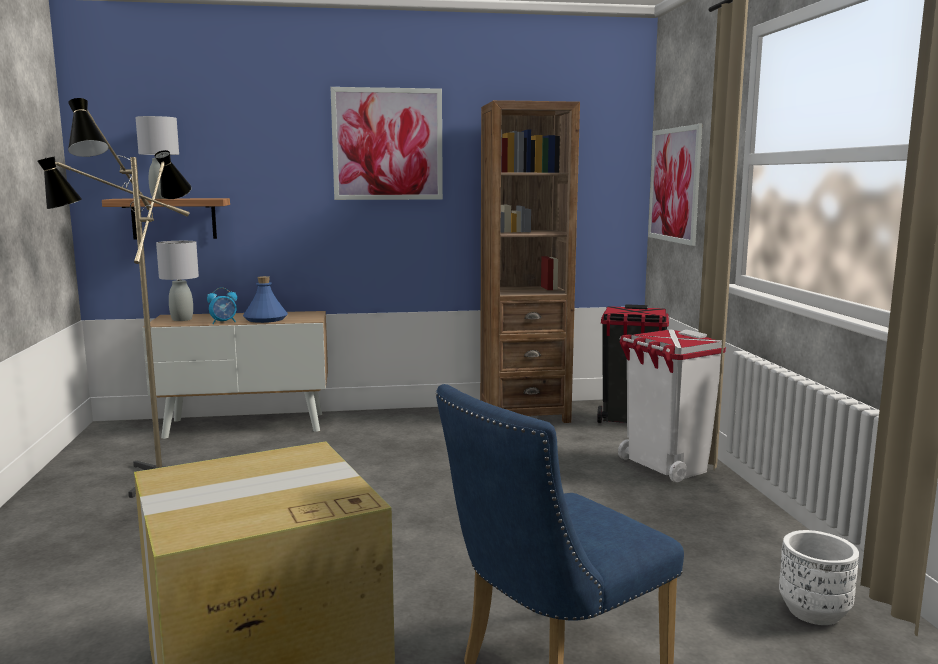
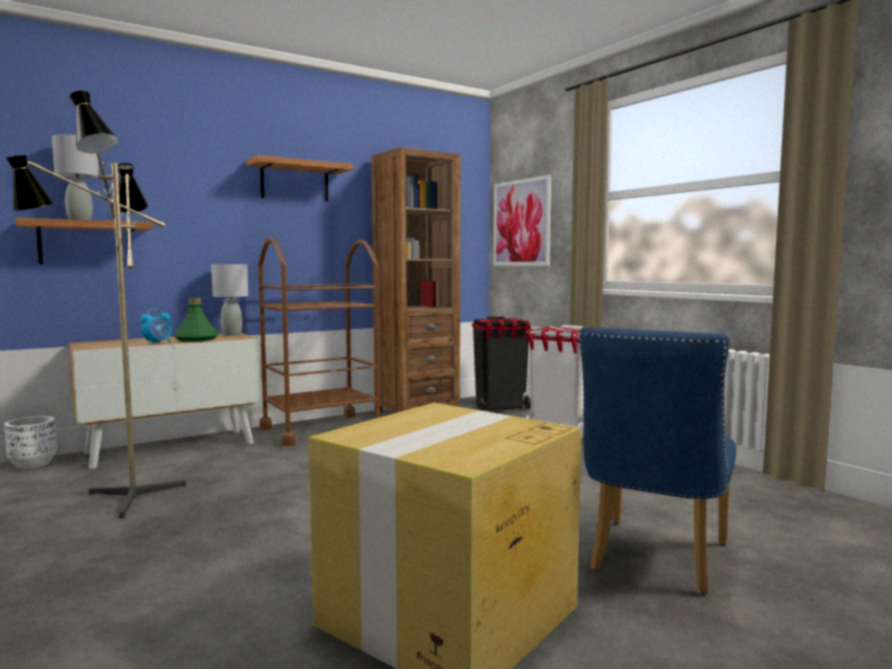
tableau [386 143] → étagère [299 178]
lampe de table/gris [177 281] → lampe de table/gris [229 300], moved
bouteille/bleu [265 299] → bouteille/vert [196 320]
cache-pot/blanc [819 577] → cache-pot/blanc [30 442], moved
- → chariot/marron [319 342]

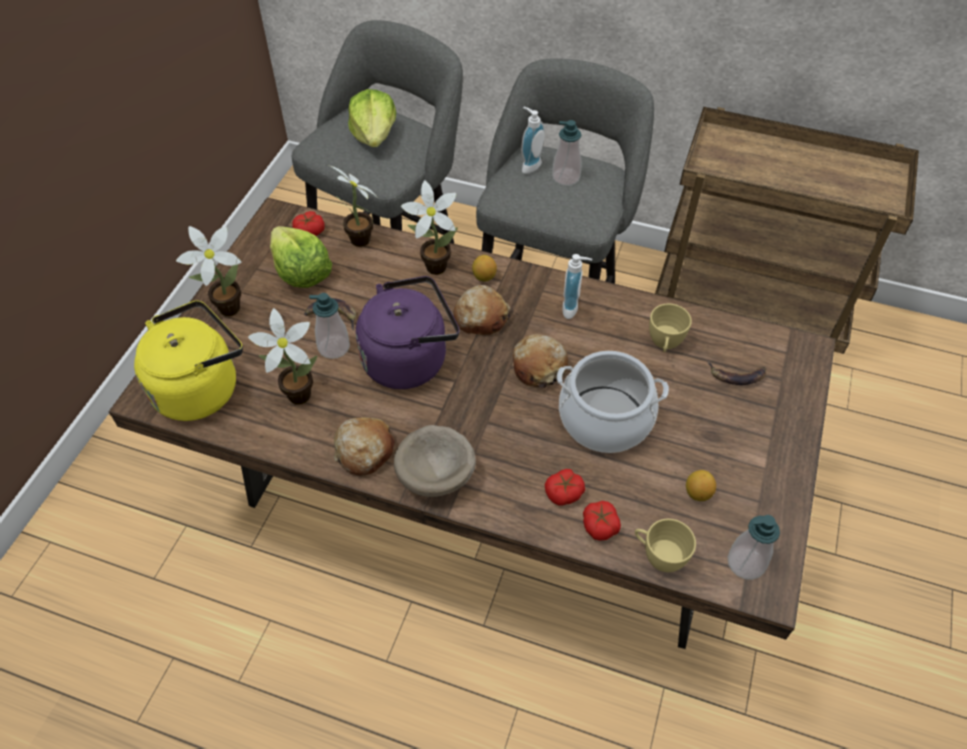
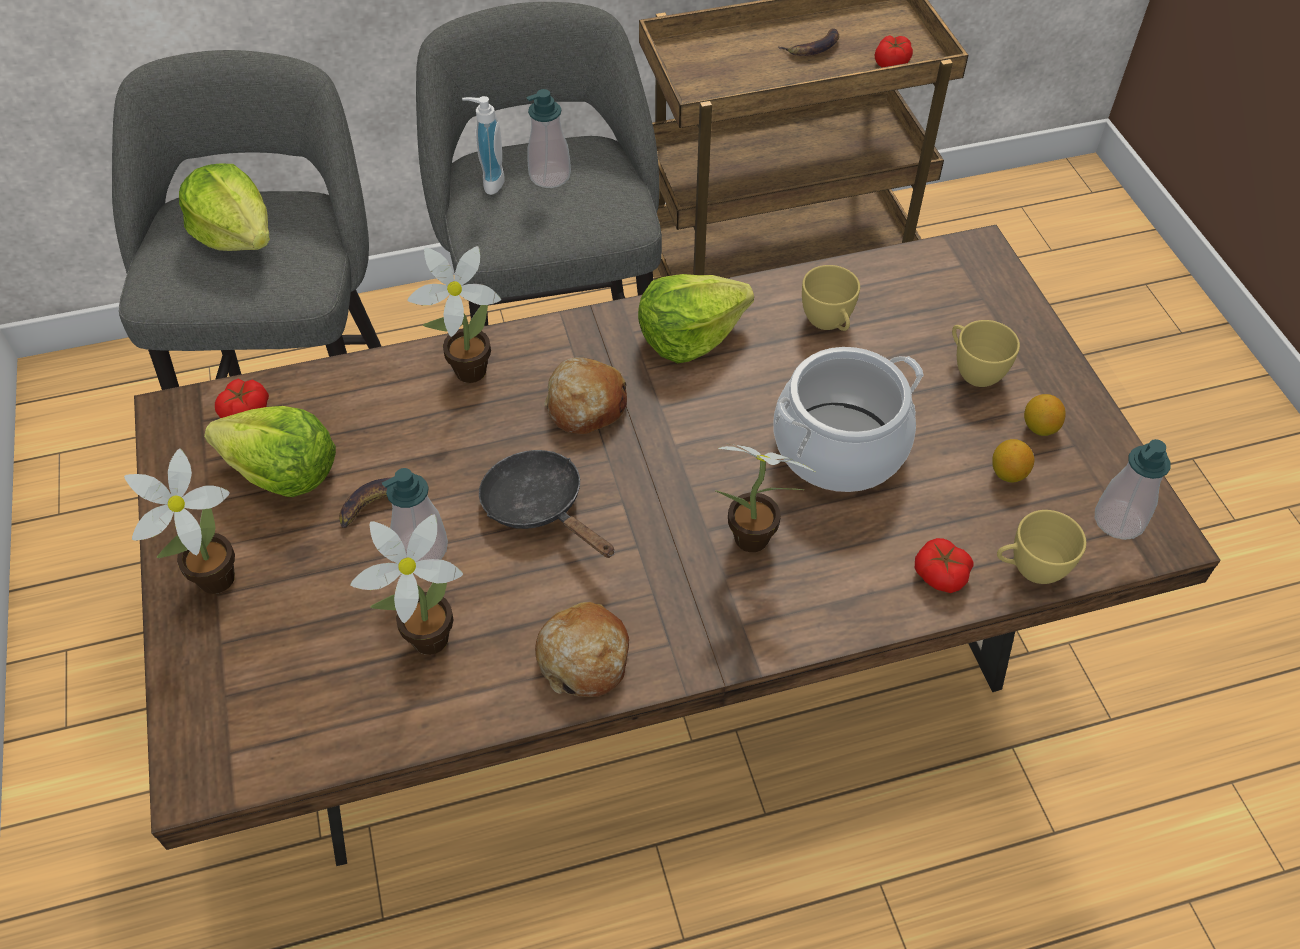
plante en pot [353 206] → plante en pot [766 498], moved
distributeur de savon [577 286] → laitue [696 318]
citron [484 268] → citron [1045 415], moved
bouilloire/violet [408 332] → poêle/noir [547 504]
bouilloire/jaune [188 360] → -
pain [540 361] → -
banane [737 373] → banane [809 42], moved
bol/beige [435 461] → -
tomate [565 487] → tomate [894 51], moved
- → tasse/jaune [986 353]

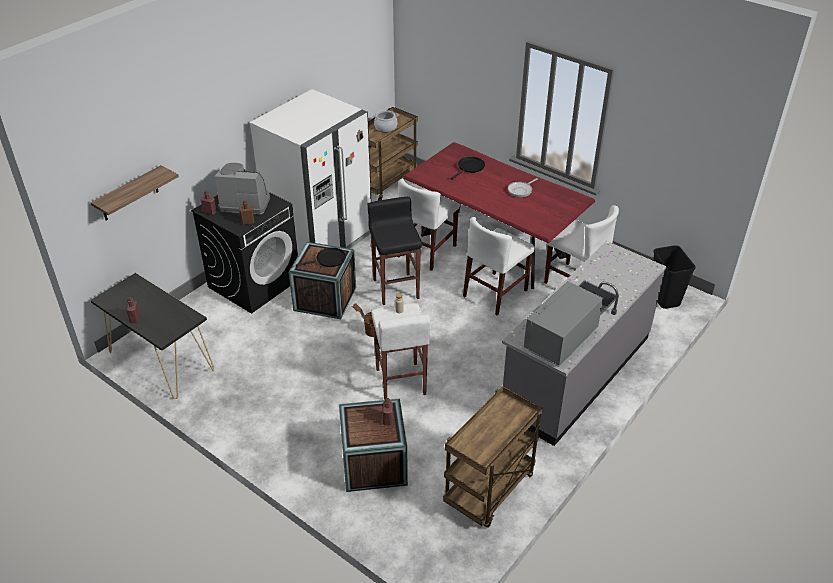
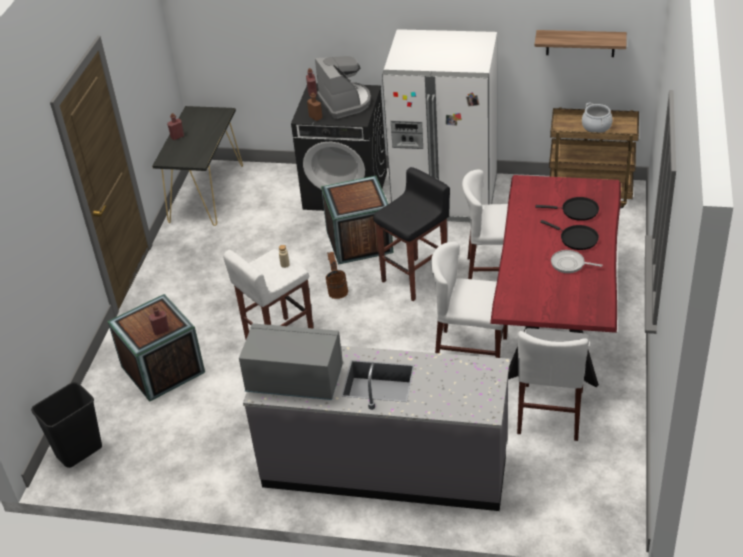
étagère [135 193] → étagère [580 43], moved
poubelle/noir [674 277] → poubelle/noir [66 425], moved
poêle/noir [321 257] → poêle/noir [569 235], moved
chariot/marron [493 457] → -

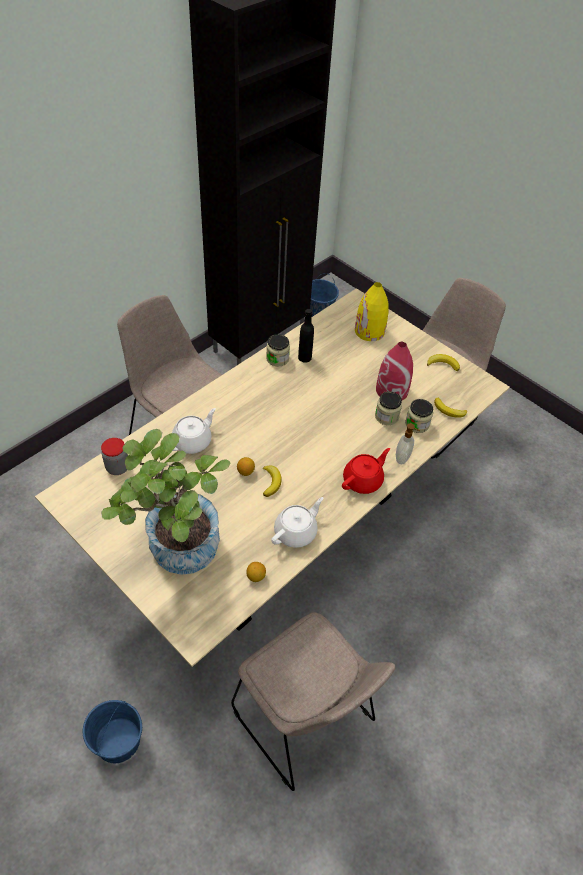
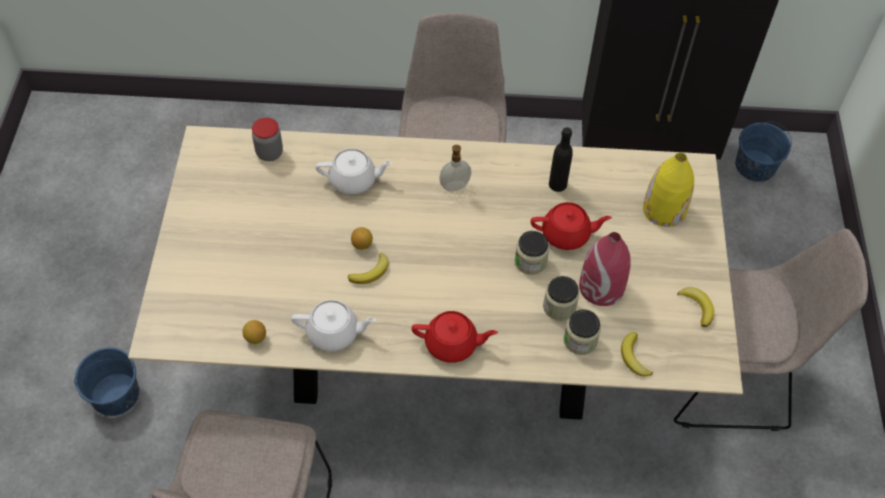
bocal [278 350] → bocal [532 253], moved
distributeur de savon [408 443] → distributeur de savon [455 168], moved
plante en pot [165 502] → -
- → théière/rouge [571 226]

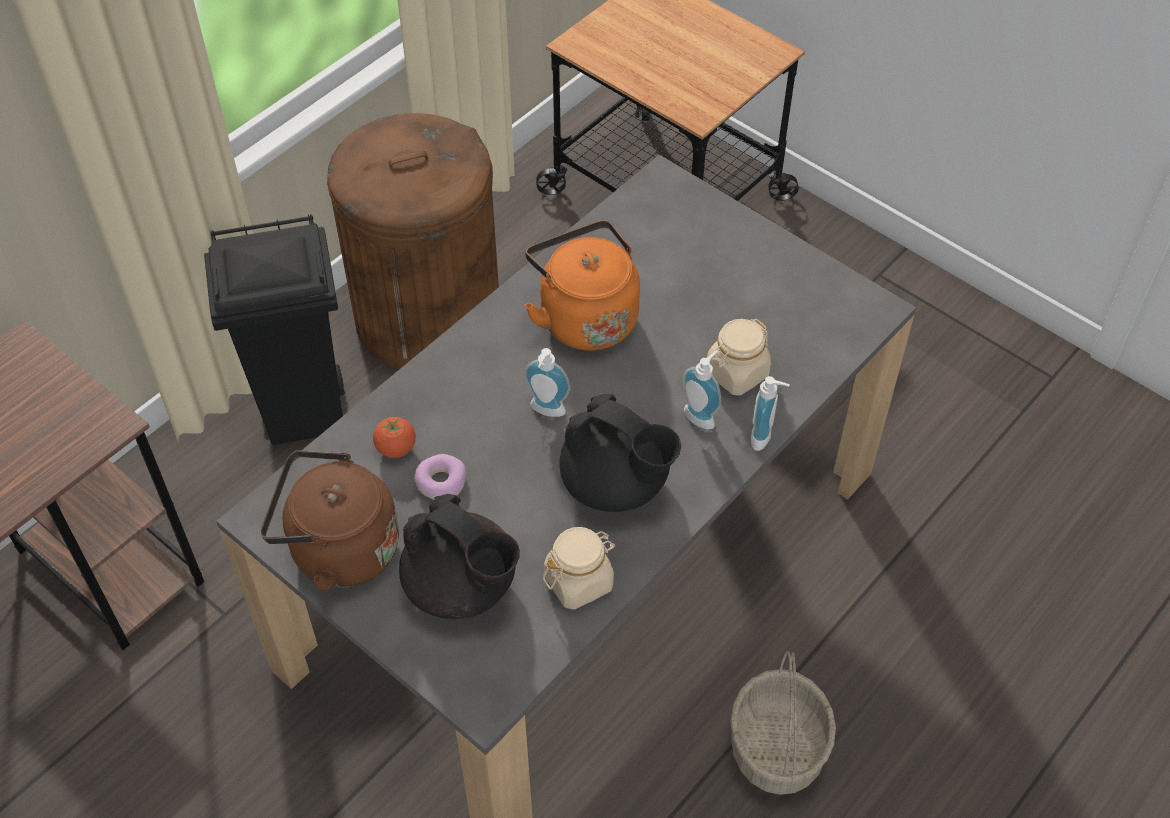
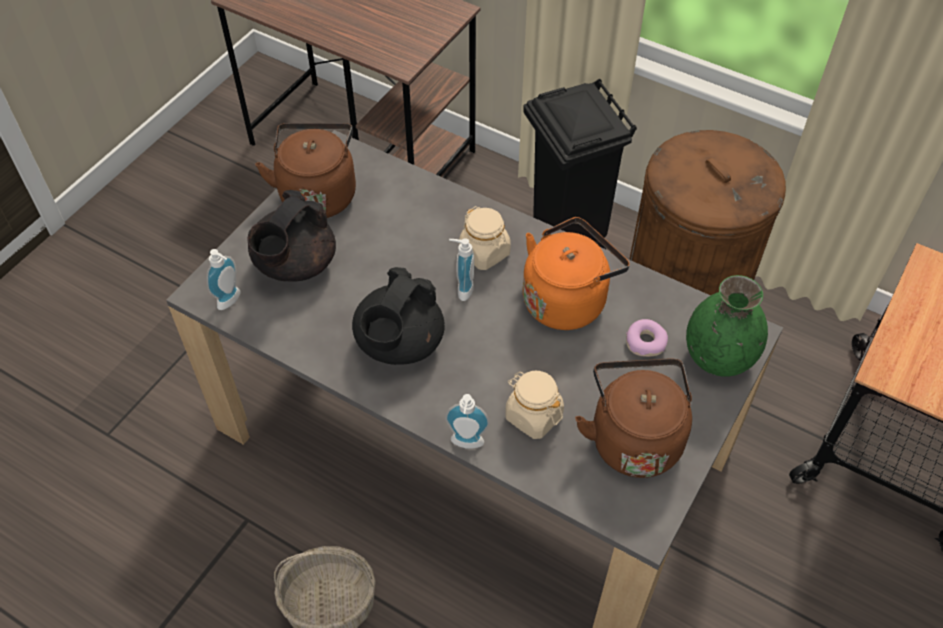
distributeur de savon [702 389] → distributeur de savon [223 279], moved
tomate [394 437] → -
beignet [440 477] → beignet [647 338], moved
bocal/beige [579 568] → bocal/beige [485 238], moved
- → vase/vert [727 326]
- → bouilloire/marron [633 418]

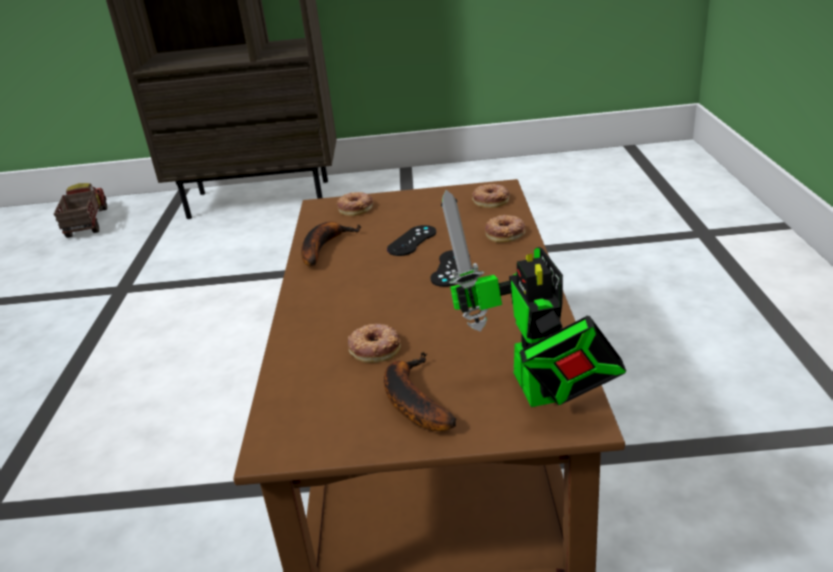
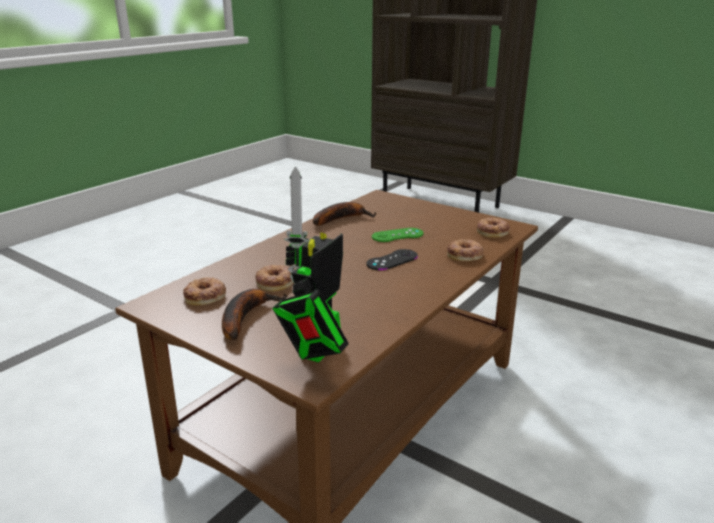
camion jouet [80 210] → -
beignet [355 204] → beignet [204 291], moved
manette/noir [411 240] → manette/vert [397 235]

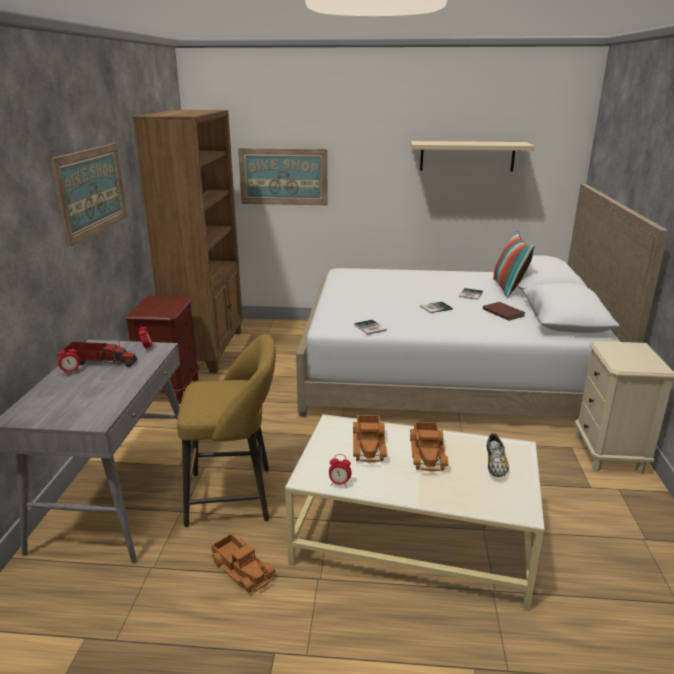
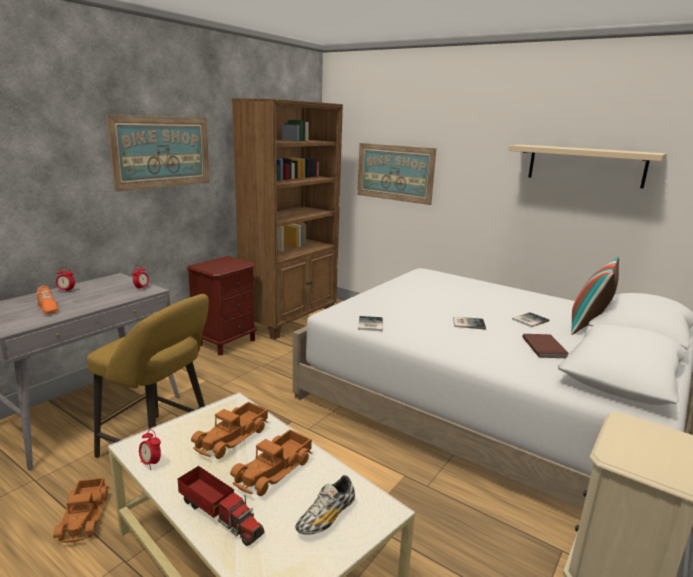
camion jouet [100 354] → camion jouet [221 506], moved
- → chaussure/orange [47 300]

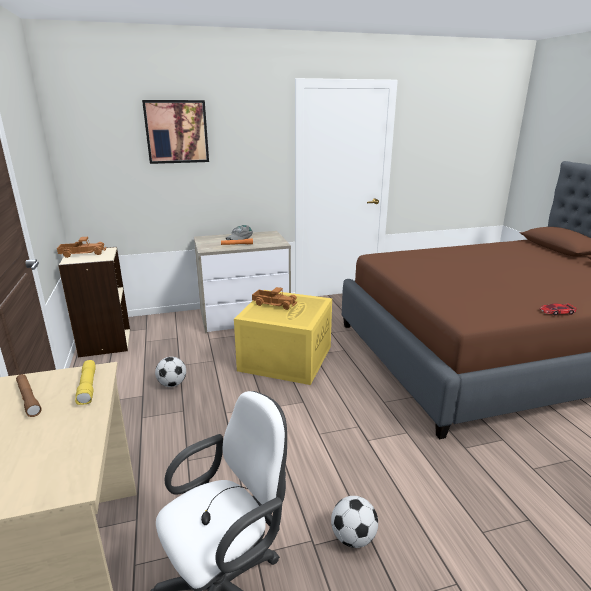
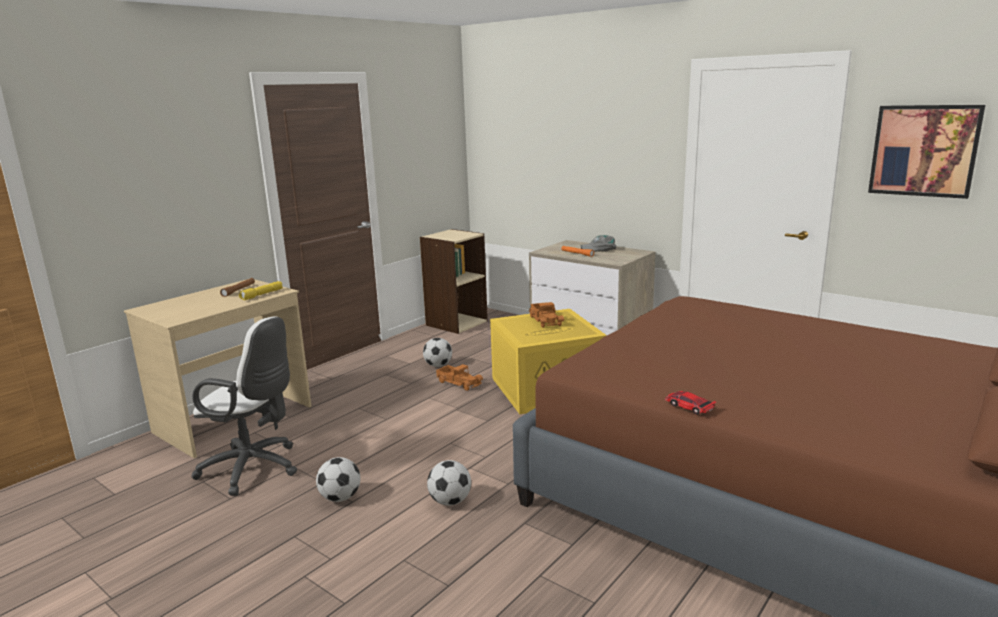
tableau [175 132] → tableau [927 152], moved
camion jouet [81 247] → camion jouet [459 377], moved
- → ballon de foot [449 483]

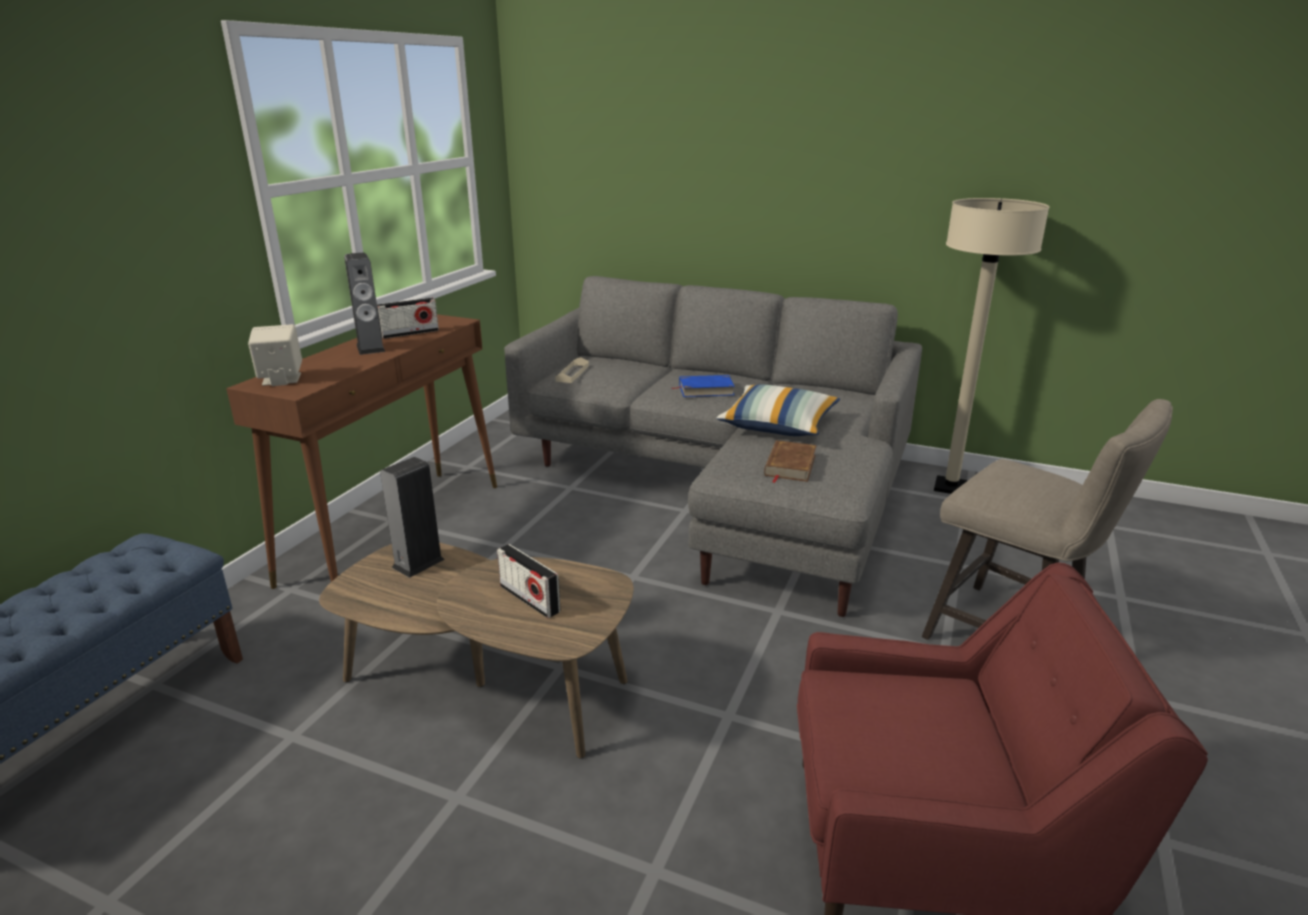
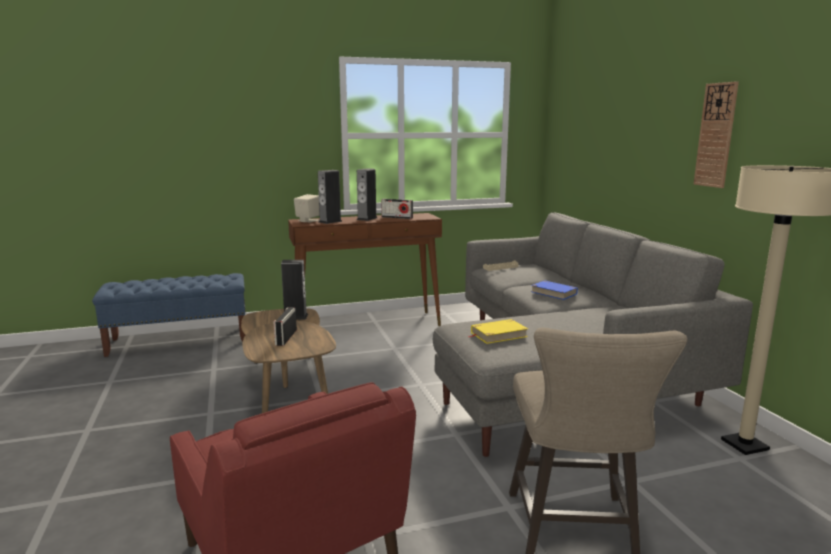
coussin [778 410] → -
livre/marron [790 461] → livre/jaune [497 331]
- → horloge murale [716 134]
- → enceinte [330 197]

